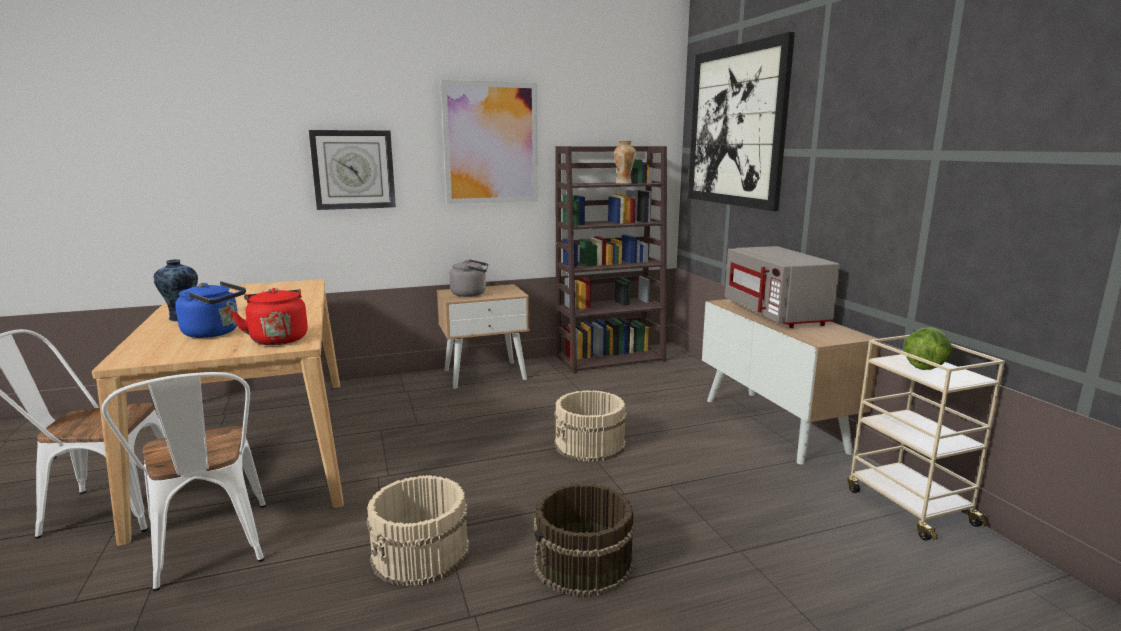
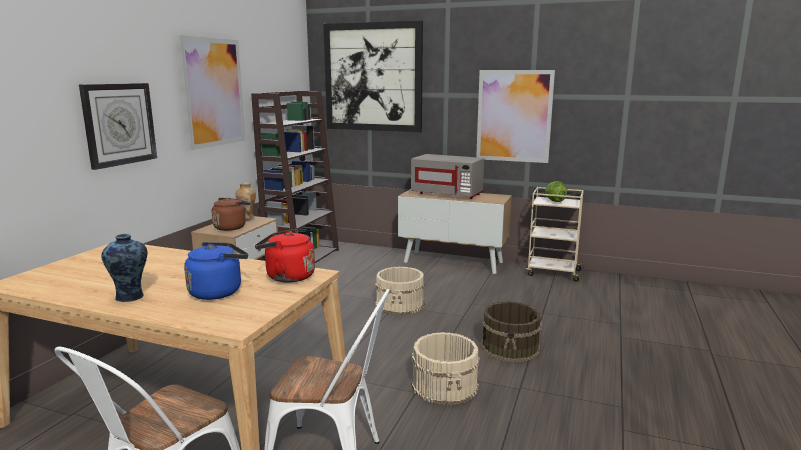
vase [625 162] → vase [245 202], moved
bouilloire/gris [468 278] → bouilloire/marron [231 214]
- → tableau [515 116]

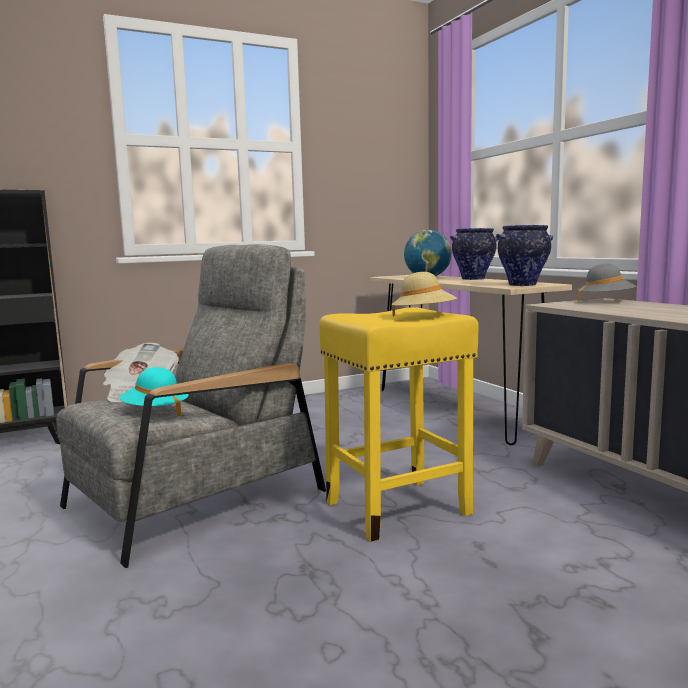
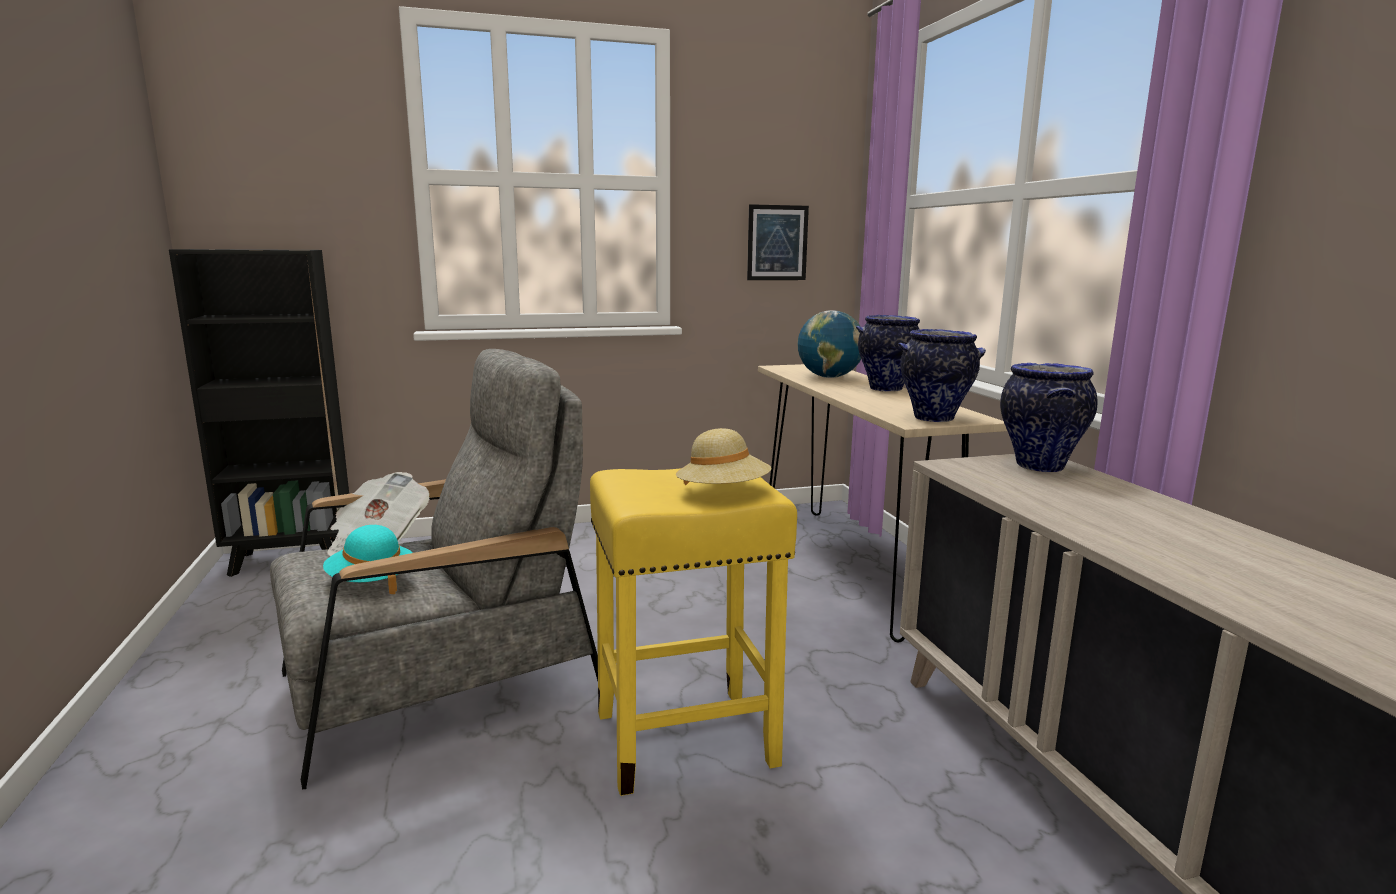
chapeau/gris [607 283] → vase [1049 417]
- → tableau [778 242]

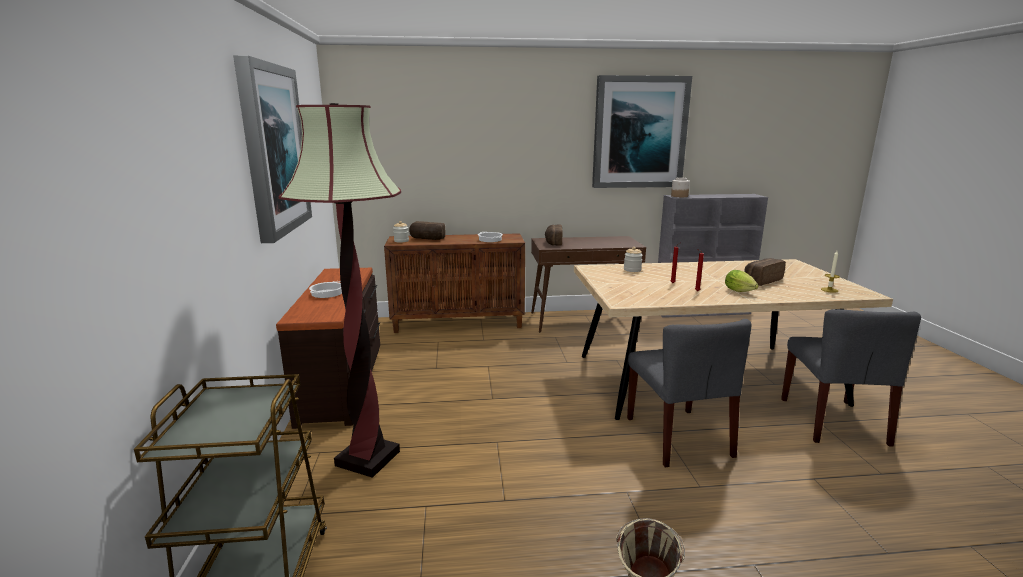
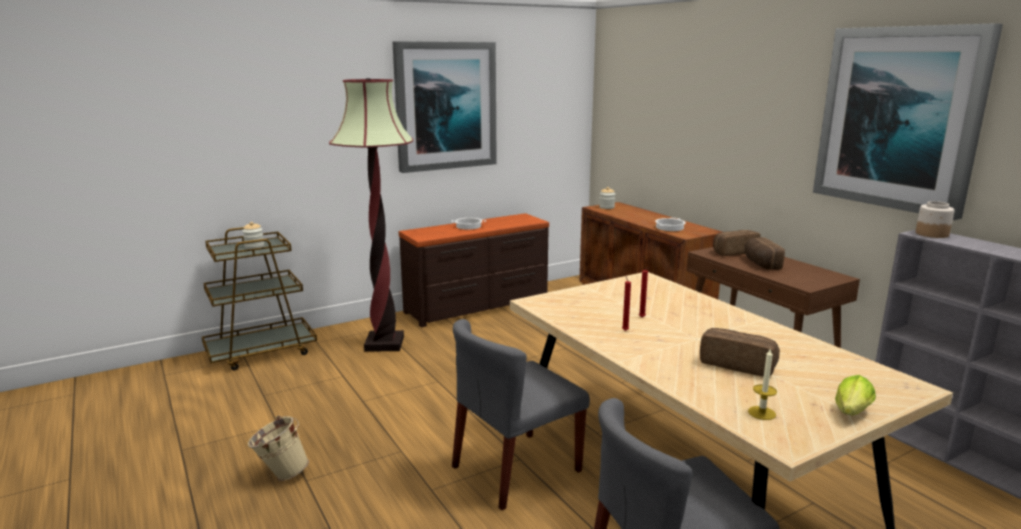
pain [427 230] → pain [765 253], moved
bocal [633 259] → bocal [253 235], moved
laitue [742 281] → laitue [855 395], moved

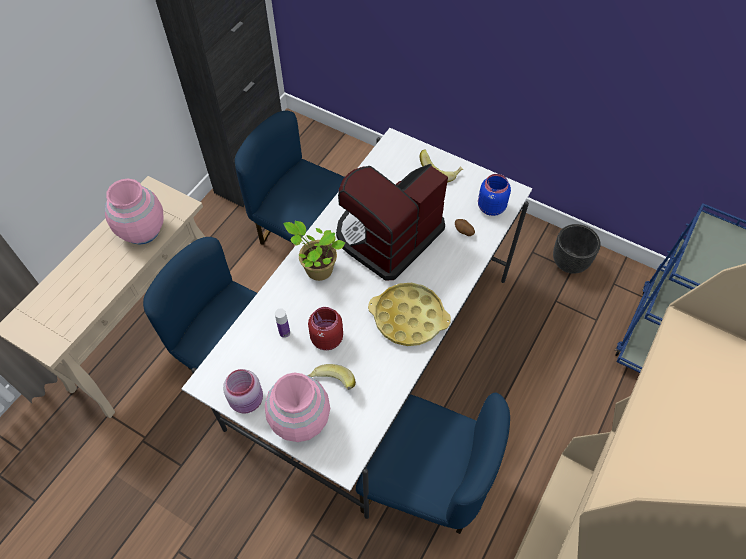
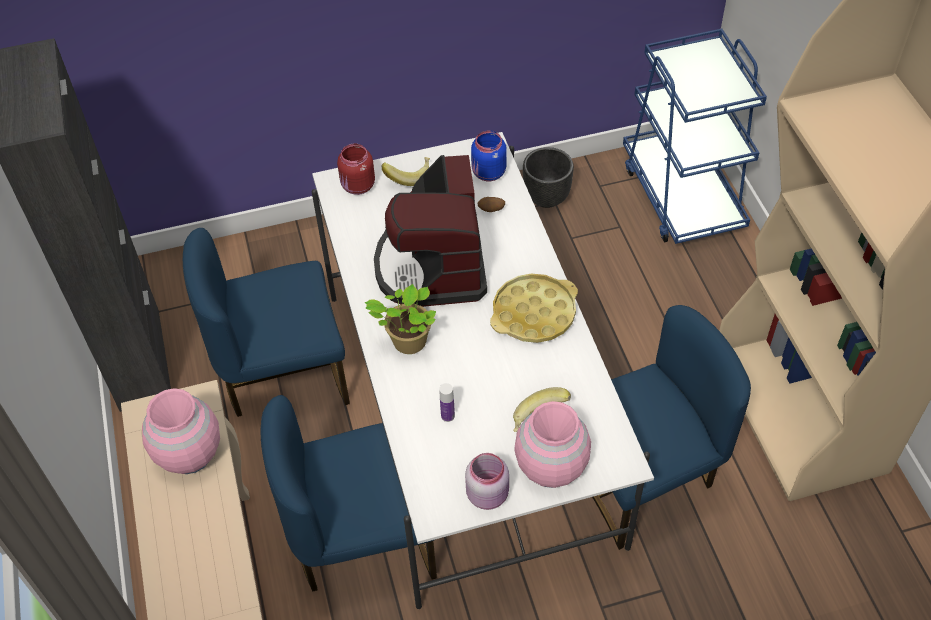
bocal/rouge [325 328] → bocal/rouge [356 169], moved

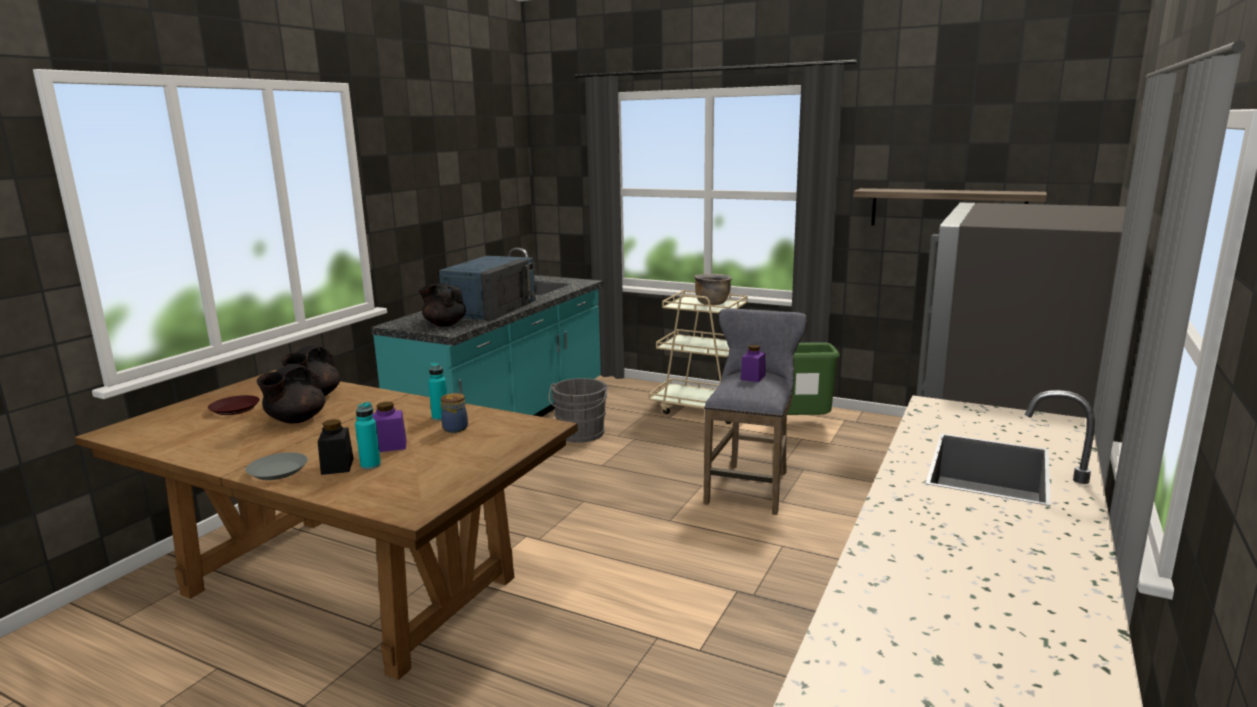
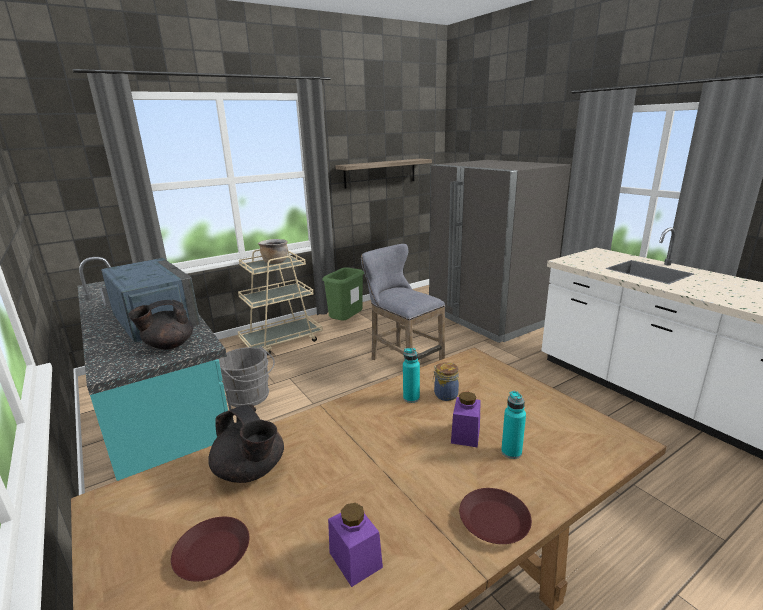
bocal/violet [753 363] → bocal/violet [355 545], moved
théière/noir [291 393] → -
bocal/noir [336 447] → -
assiette/gris [276 466] → assiette/marron [495 516]

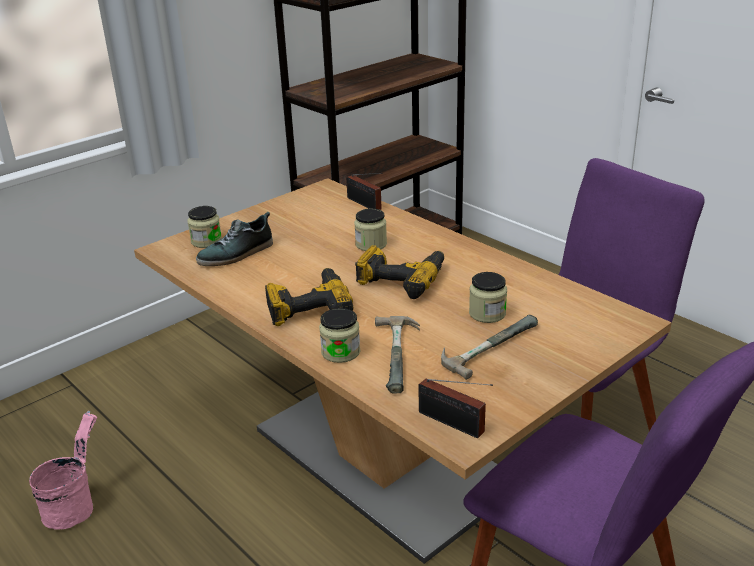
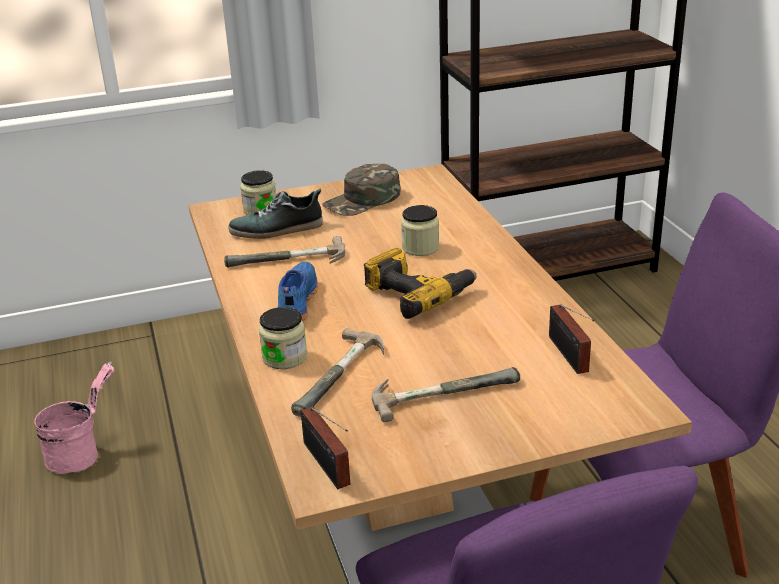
radio [364 191] → radio [571 339], moved
perceuse [309 297] → chaussure/bleu [298 291]
bocal [488 297] → -
- → casquette/vert [361 190]
- → marteau [284 252]

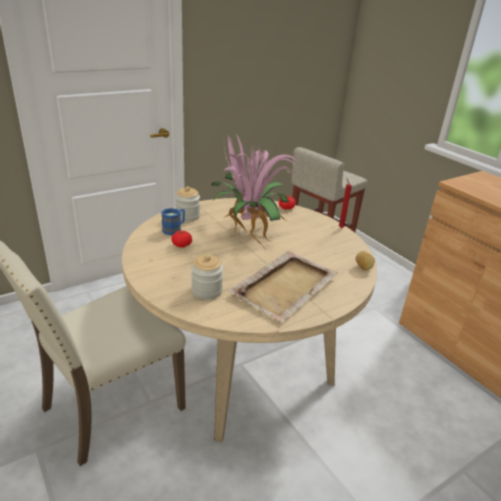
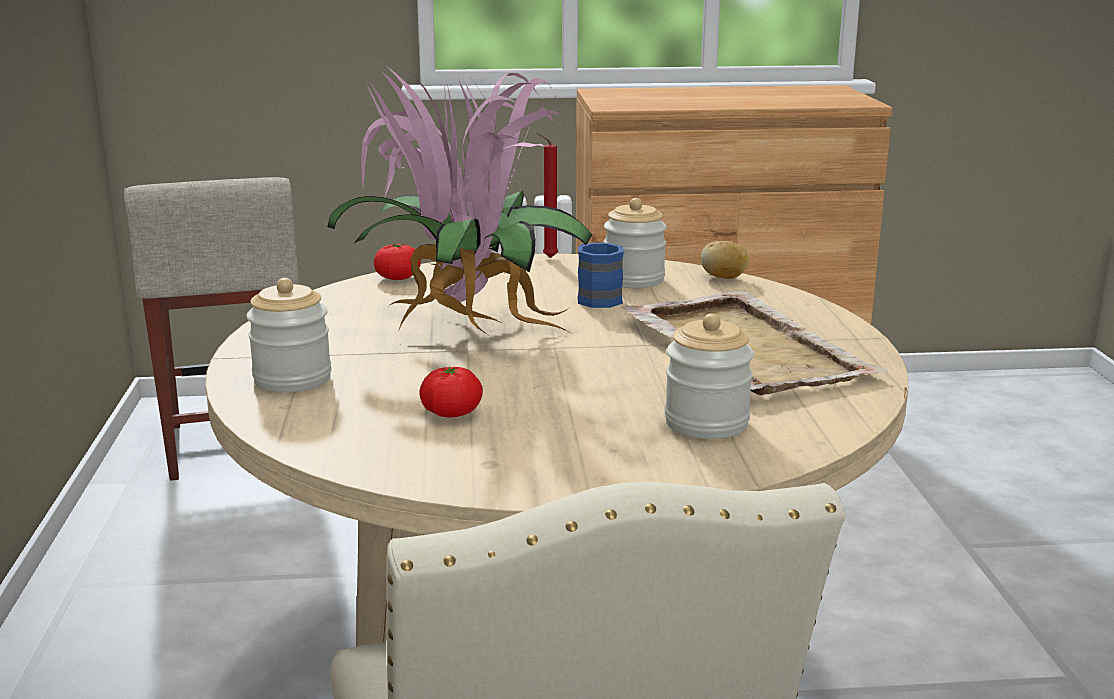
mug/bleu [173 222] → mug/bleu [601 275], moved
- → bocal [635 243]

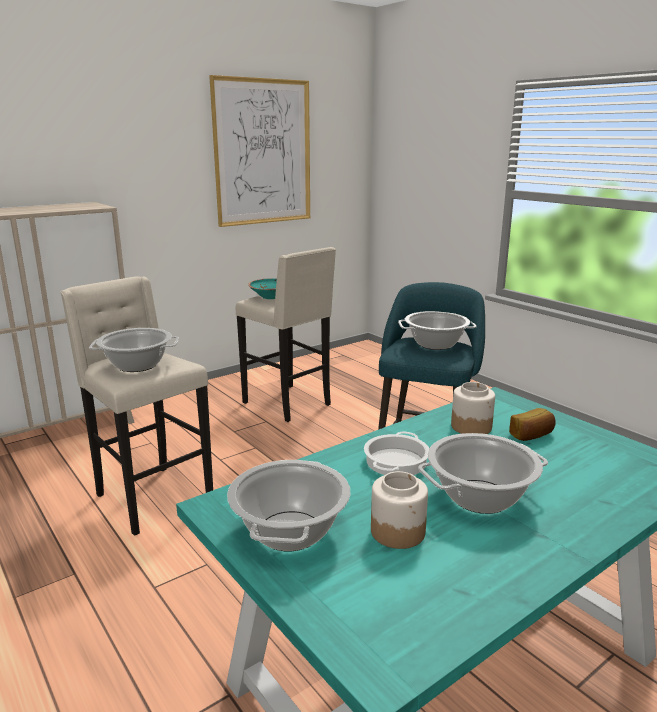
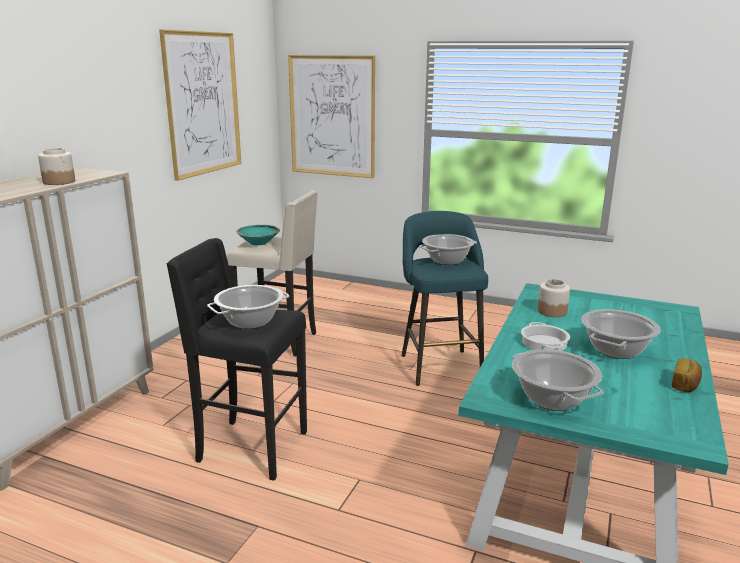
tabouret/beige [136 406] → tabouret/noir [236 359]
pain [532 424] → pain [686 375], moved
bocal [399 510] → bocal [56 166], moved
- → tableau [331 116]

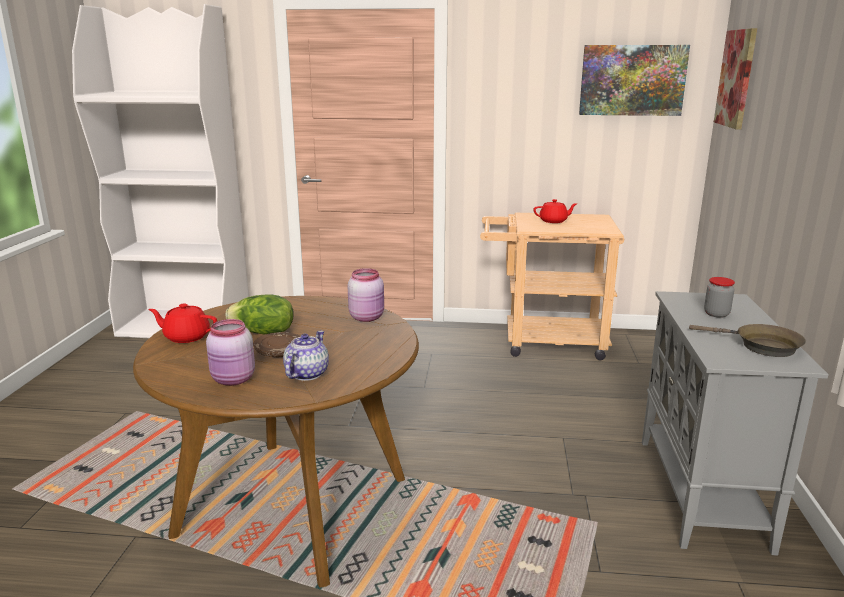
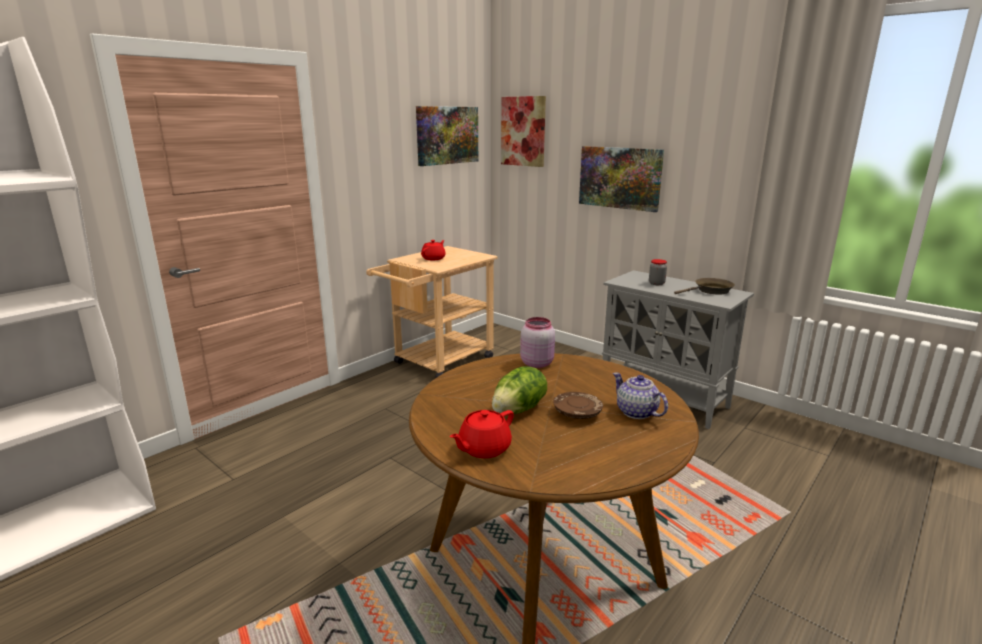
bocal/rose [230 352] → -
- → tableau [621 179]

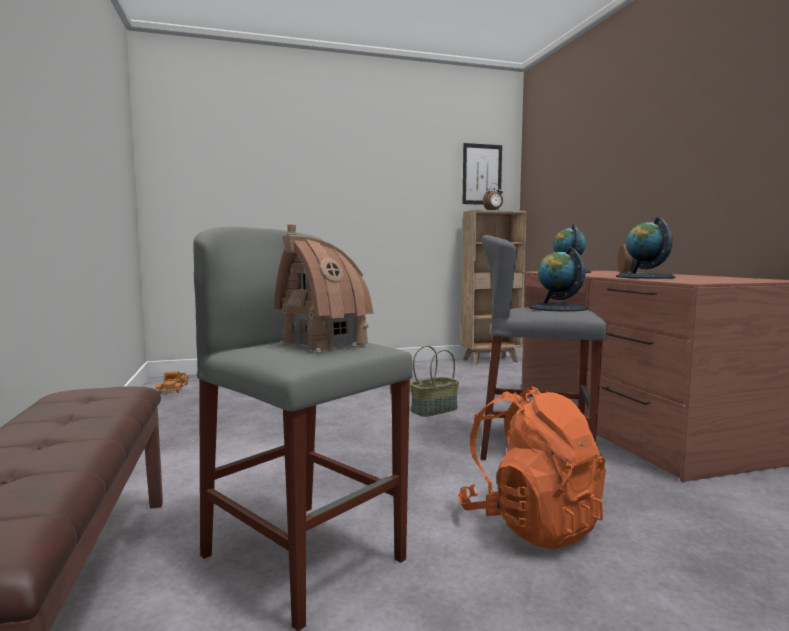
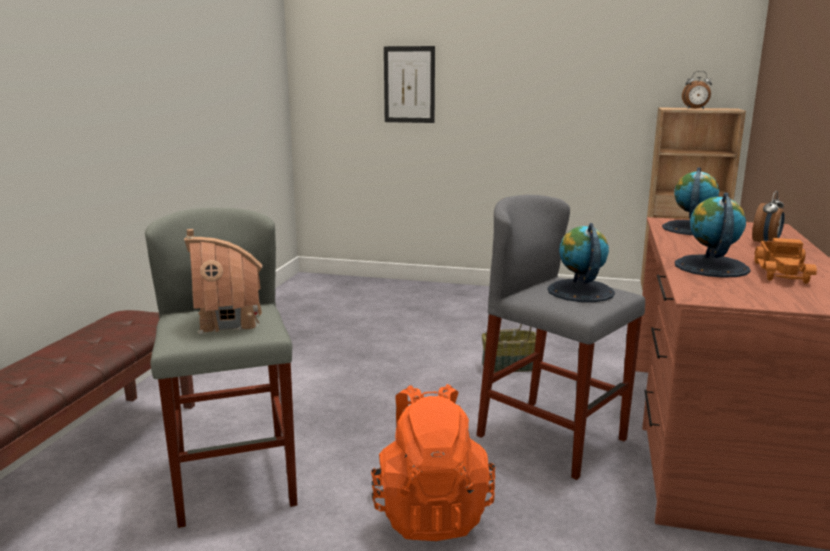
tableau [482 174] → tableau [409 84], moved
camion jouet [172 382] → camion jouet [786 261], moved

